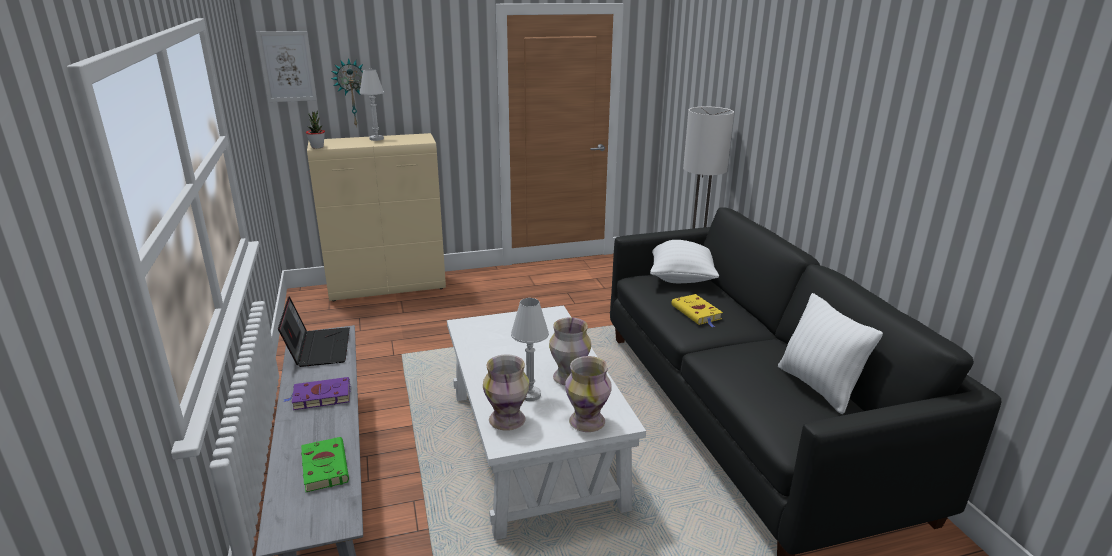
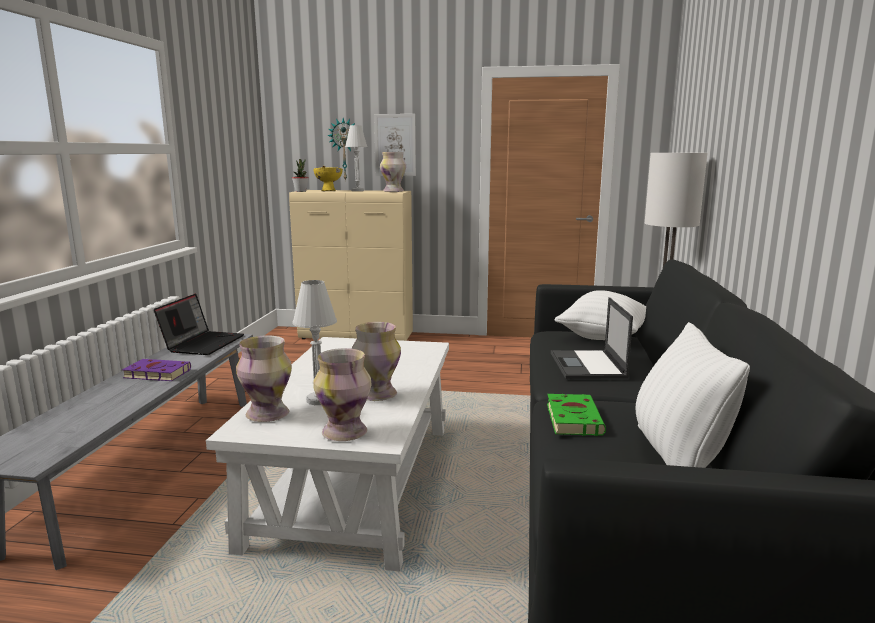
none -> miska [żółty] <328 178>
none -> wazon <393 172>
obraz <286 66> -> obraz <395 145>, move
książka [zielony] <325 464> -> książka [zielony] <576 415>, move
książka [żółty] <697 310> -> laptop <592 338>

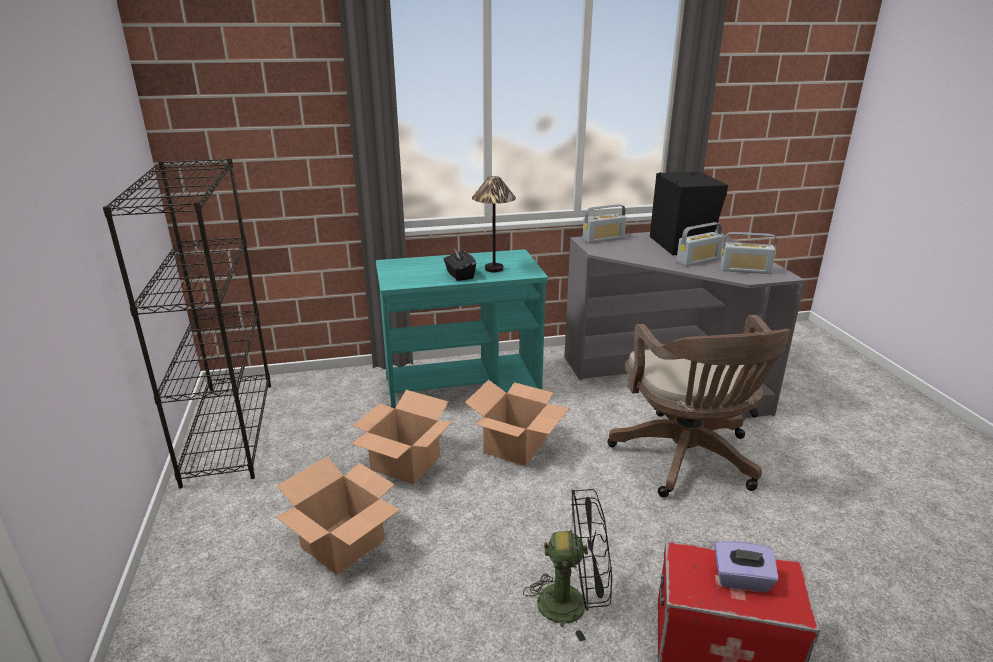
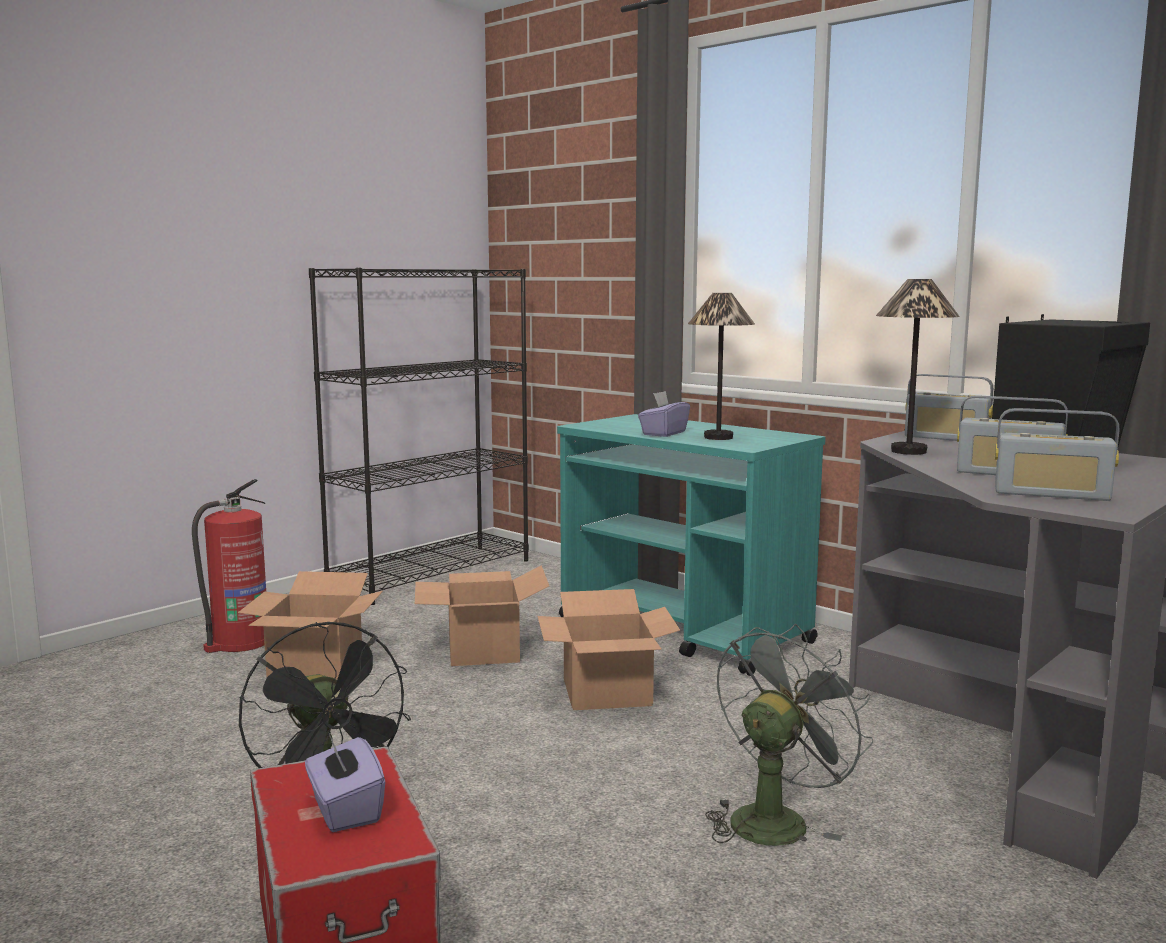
none -> gaśnica <229 566>
none -> lampa stołowa <918 367>
krzesło biurowe [brązowy] <699 406> -> wentylator [szary] <789 735>
pudełko chusteczek [czarny] <460 265> -> pudełko chusteczek [fioletowy] <664 414>
radio <748 253> -> radio <1057 454>, 45 degrees counterclockwise

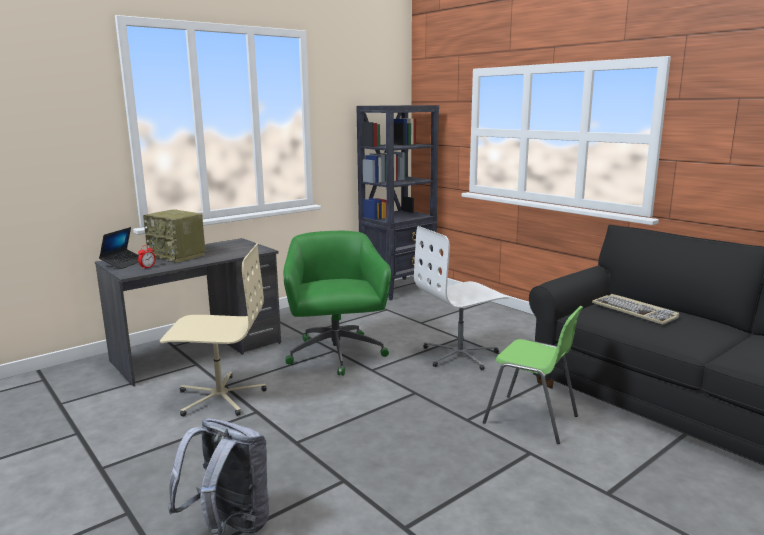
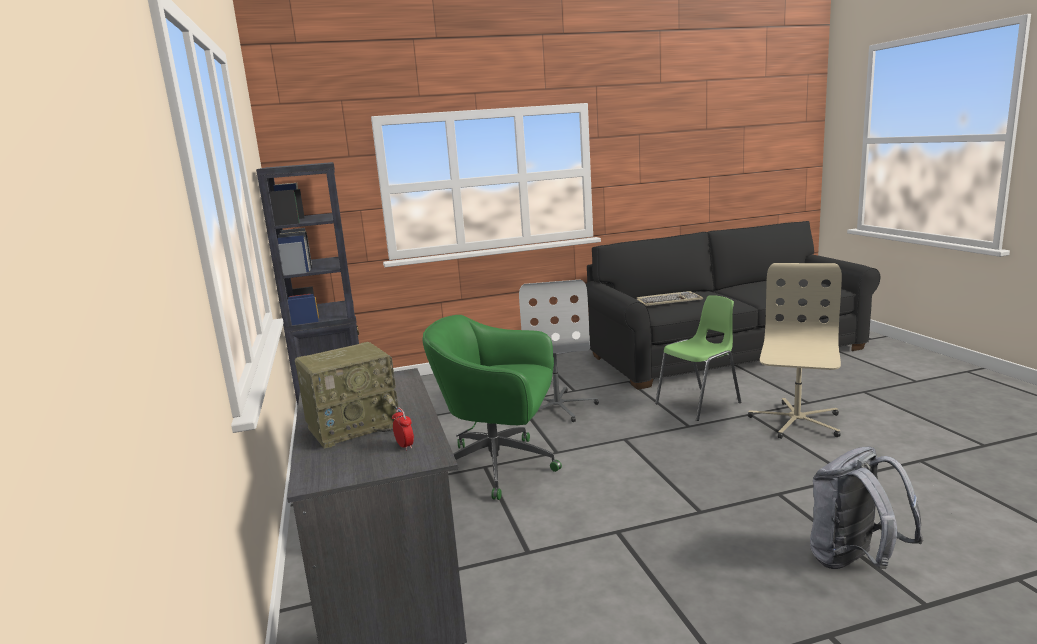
laptop <119 248> -> none
krzesło biurowe [beżowy] <213 330> -> krzesło biurowe [beżowy] <795 351>, move

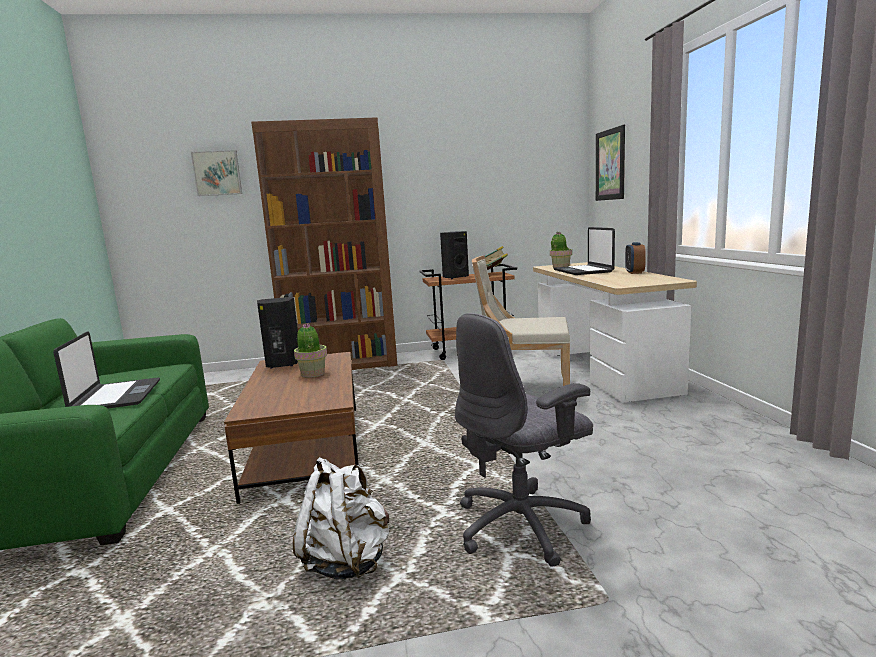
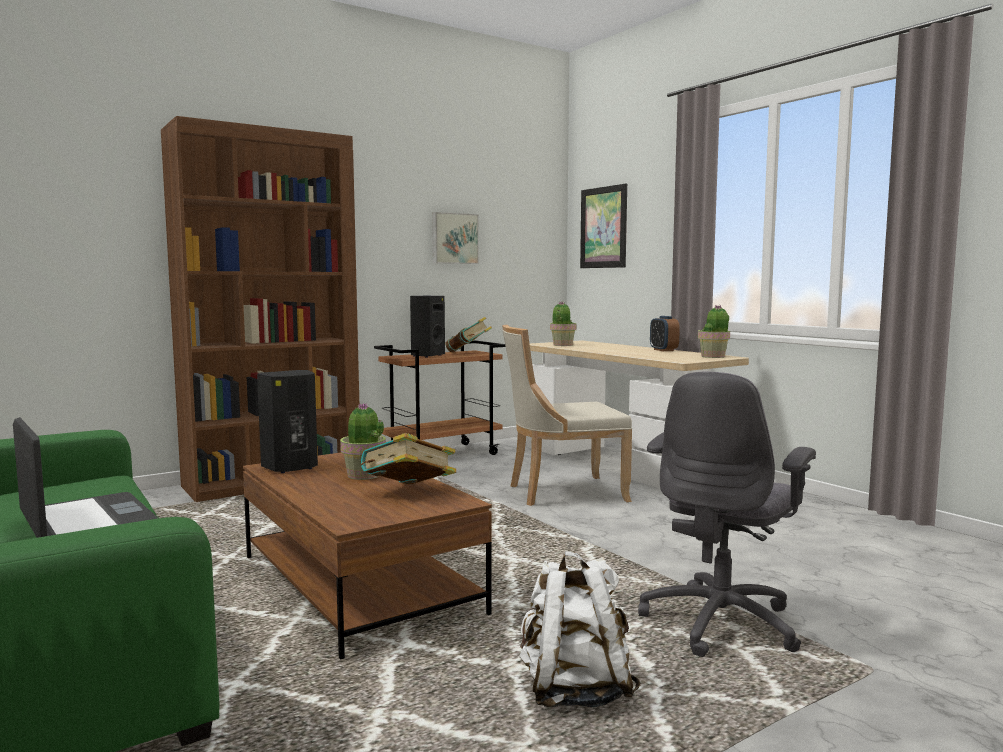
laptop <584 251> -> none
none -> książka <408 459>
none -> roślina doniczkowa <714 331>
obraz <216 173> -> obraz <455 238>, move

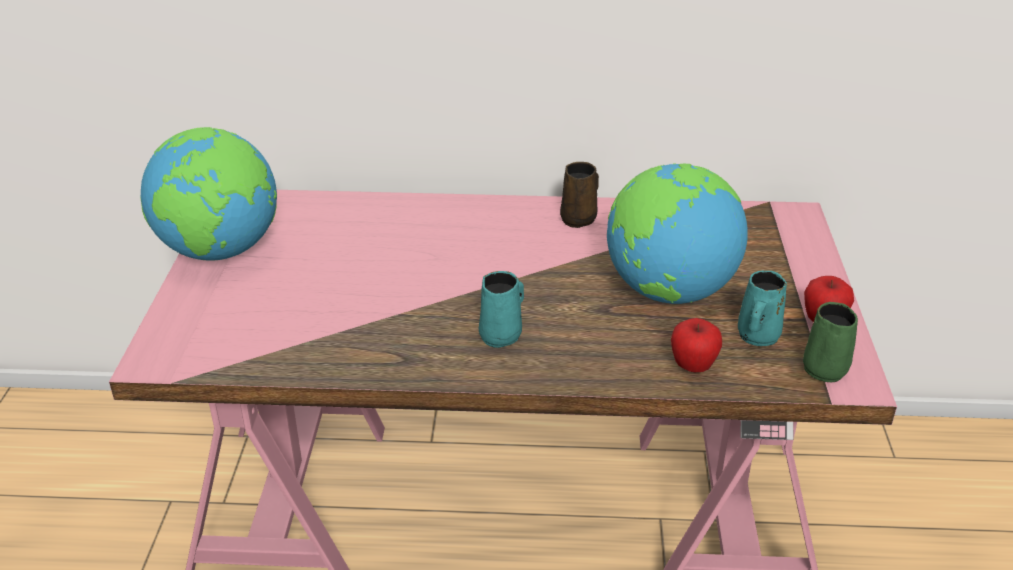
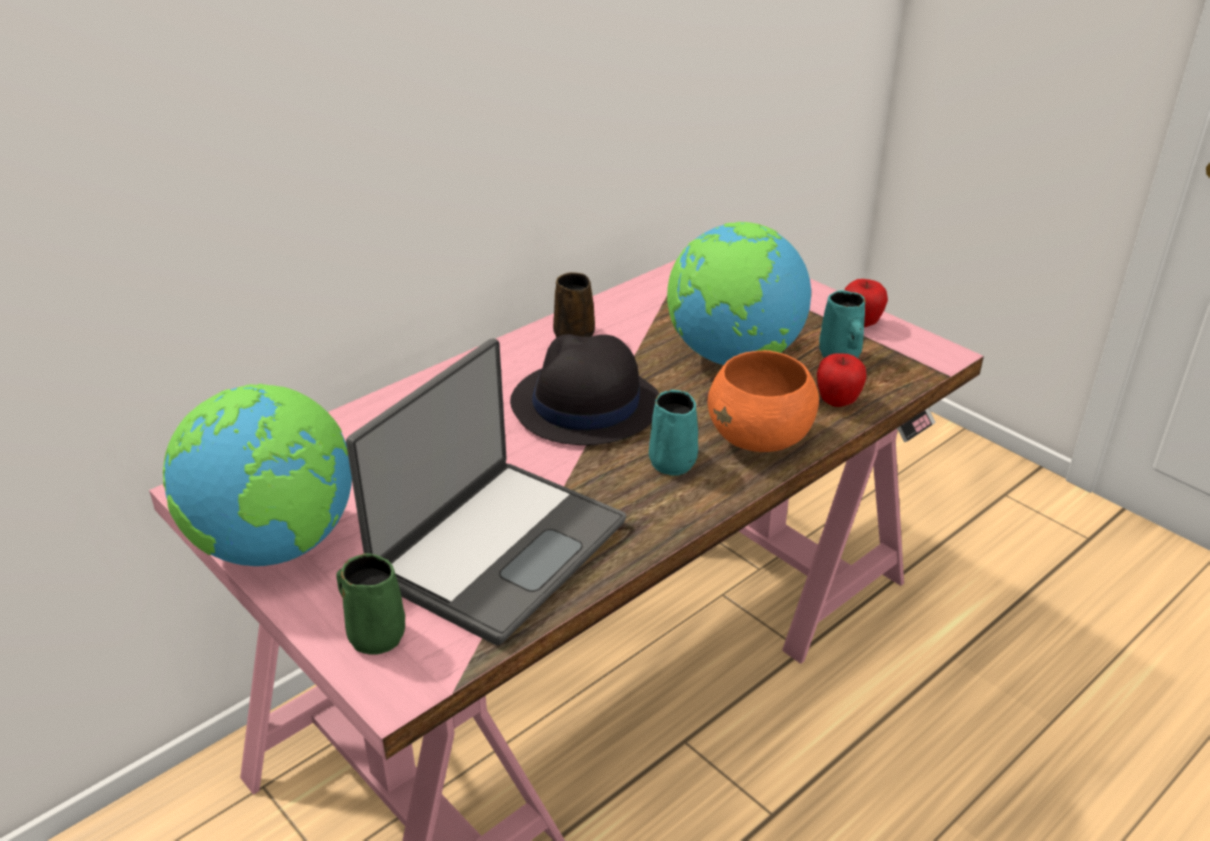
none -> laptop <486 492>
none -> kapelusz [czarny] <584 389>
none -> miska [pomarańczowy] <763 401>
kubek [zielony] <830 342> -> kubek [zielony] <370 604>, move

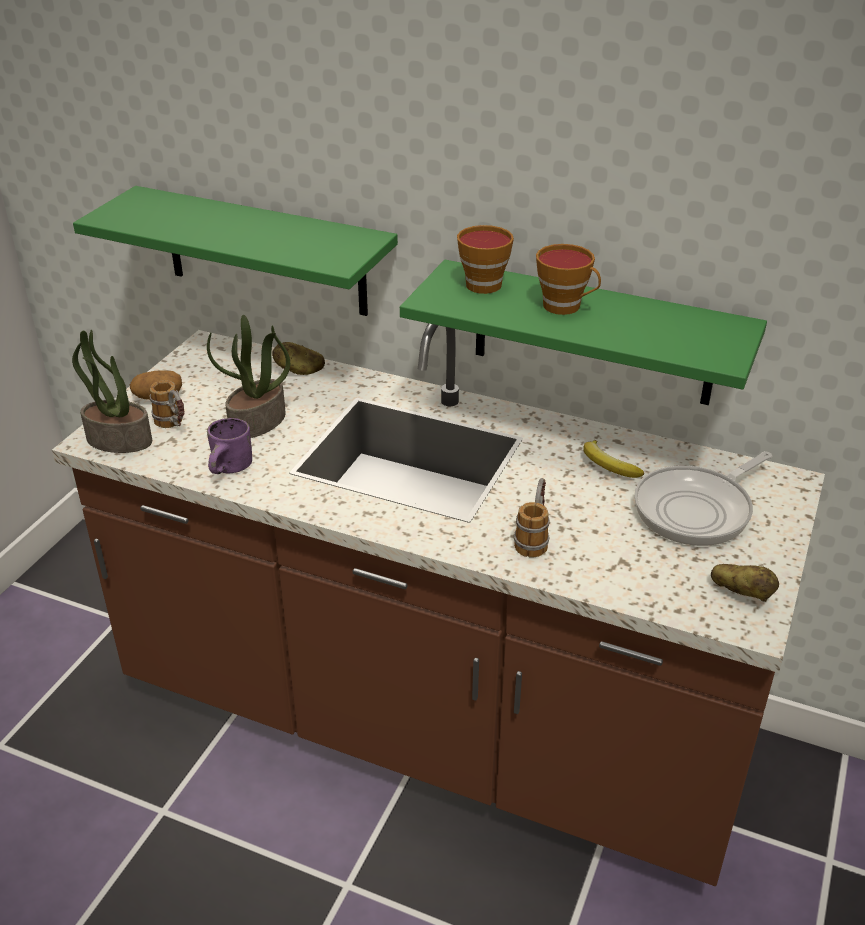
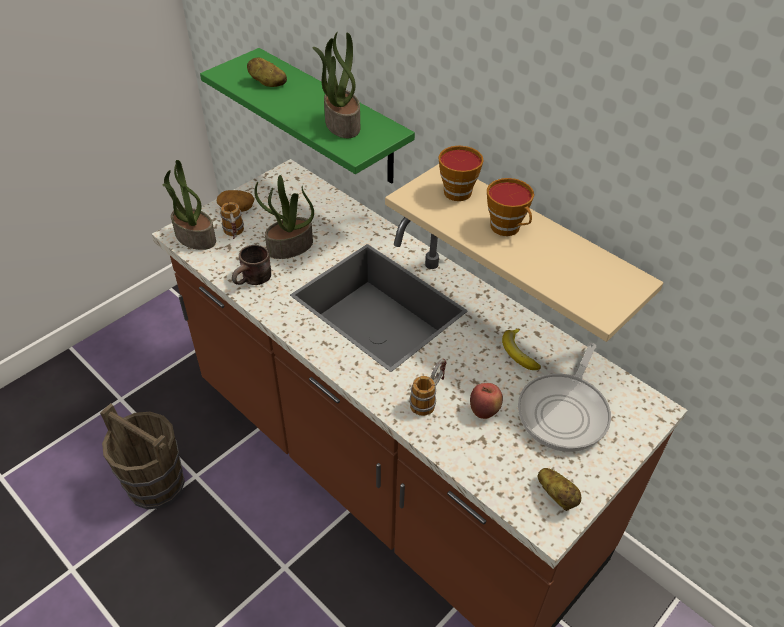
none -> wiadro [brązowy] <142 456>
none -> roślina doniczkowa <336 85>
none -> jabłko <486 401>
ziemniak <298 358> -> ziemniak <267 72>, move
kubek [fioletowy] <229 446> -> kubek [brązowy] <251 265>
półka [zielony] <583 332> -> półka [beżowy] <524 253>
patelnia <703 498> -> patelnia <564 397>, 45 degrees counterclockwise

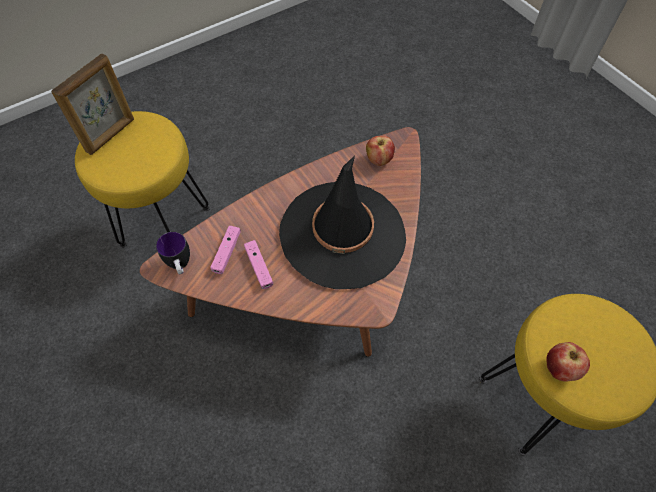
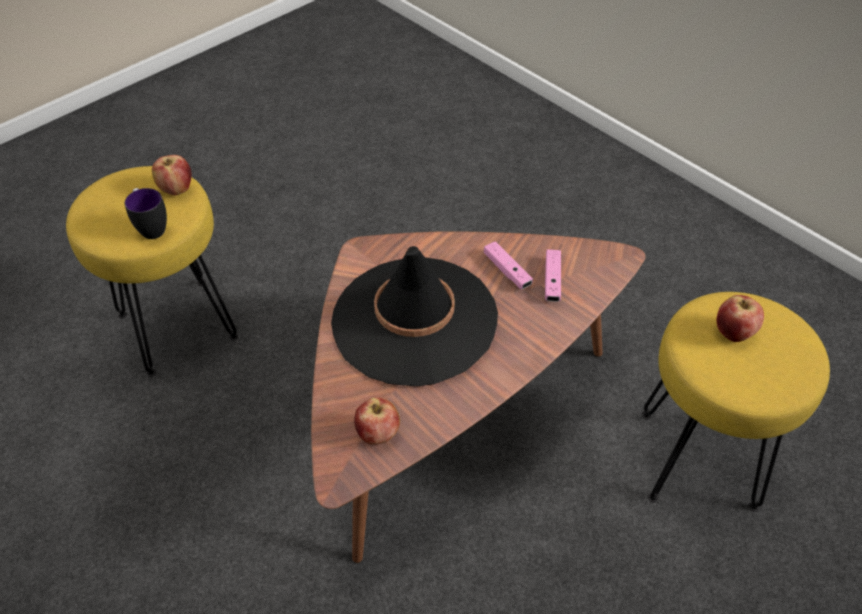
ramka na zdjęcie <92 104> -> none
none -> jabłko <740 318>
kubek <173 253> -> kubek <146 213>, move

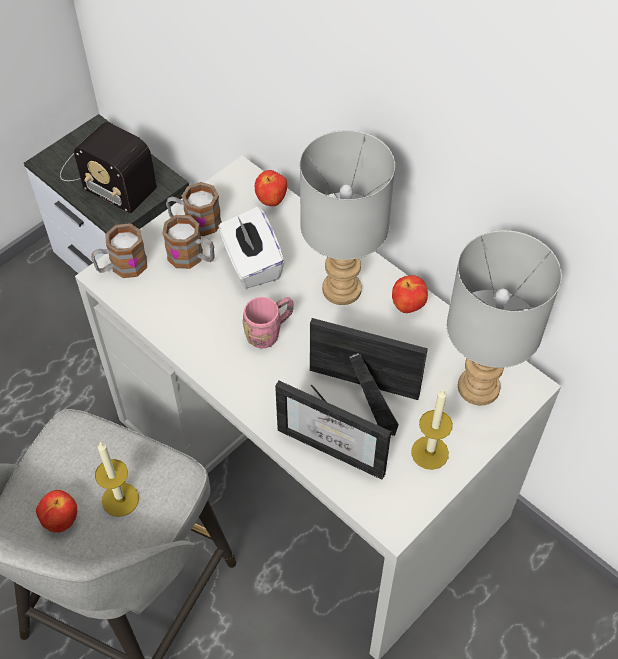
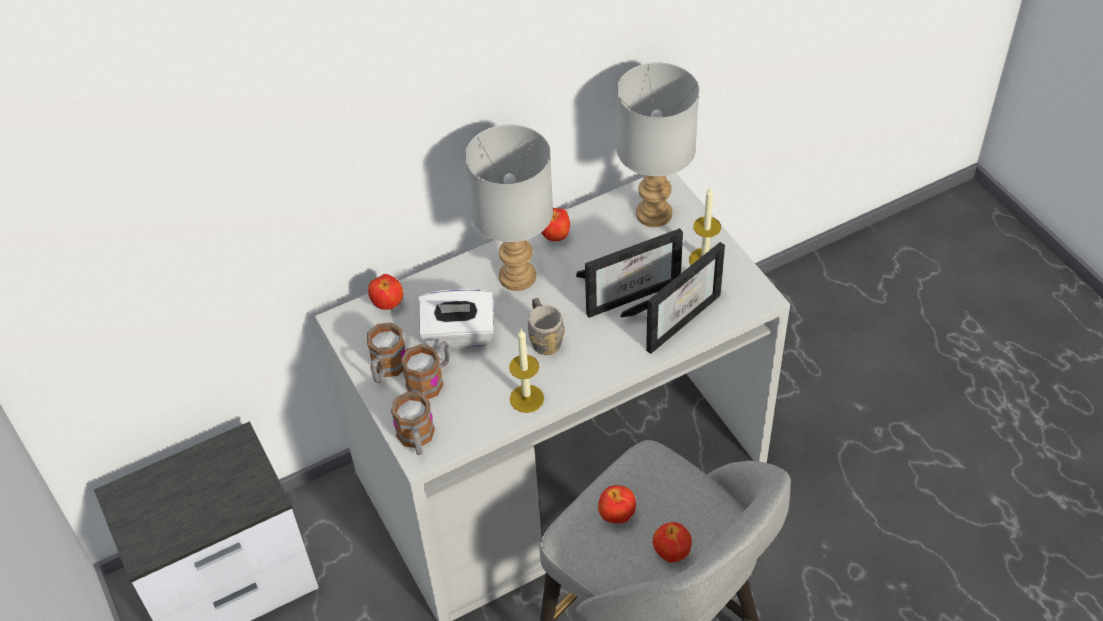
radio <108 168> -> none
none -> jabłko <617 504>
świeca <117 479> -> świeca <526 371>, move
kubek [różowy] <268 323> -> kubek [szary] <546 326>
ramka na zdjęcie <369 377> -> ramka na zdjęcie <629 273>, 150 degrees counterclockwise

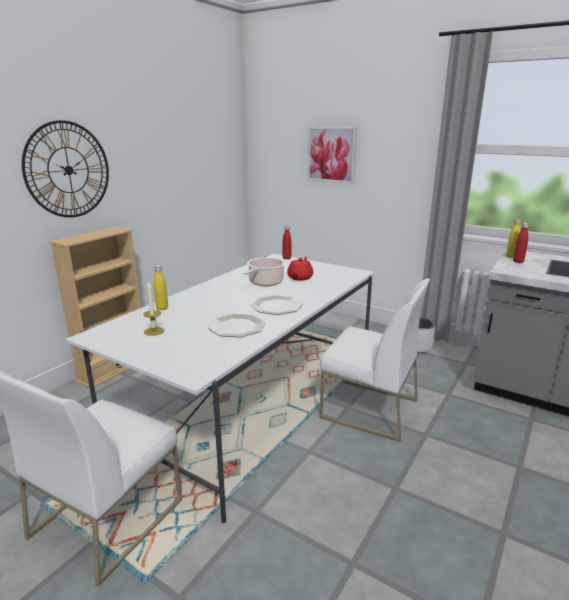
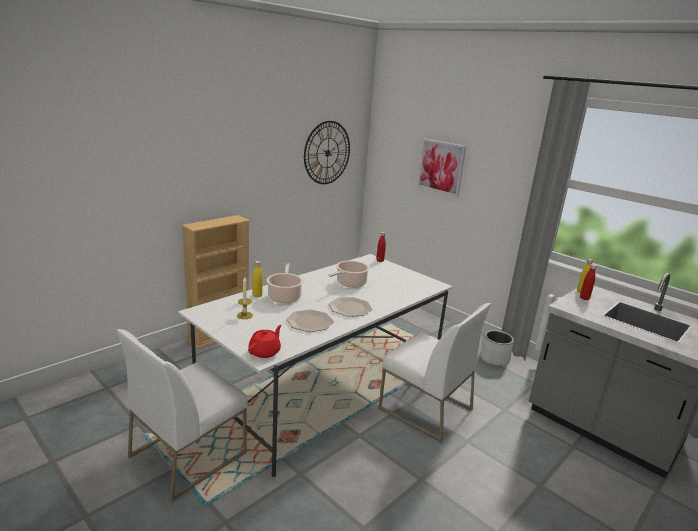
none -> garnek <285 283>
zegar ścienny <65 169> -> zegar ścienny <327 152>, move
imbryk [czerwony] <300 269> -> imbryk [czerwony] <265 341>, move

